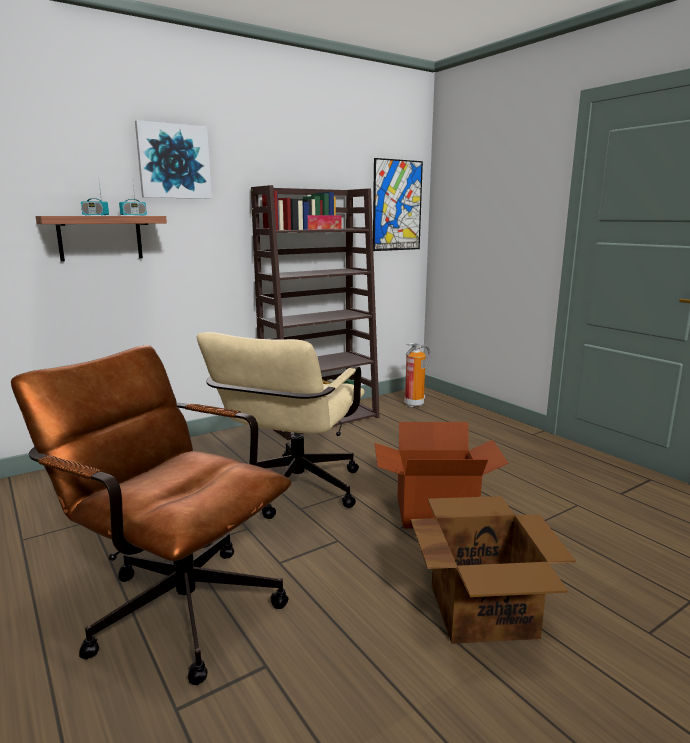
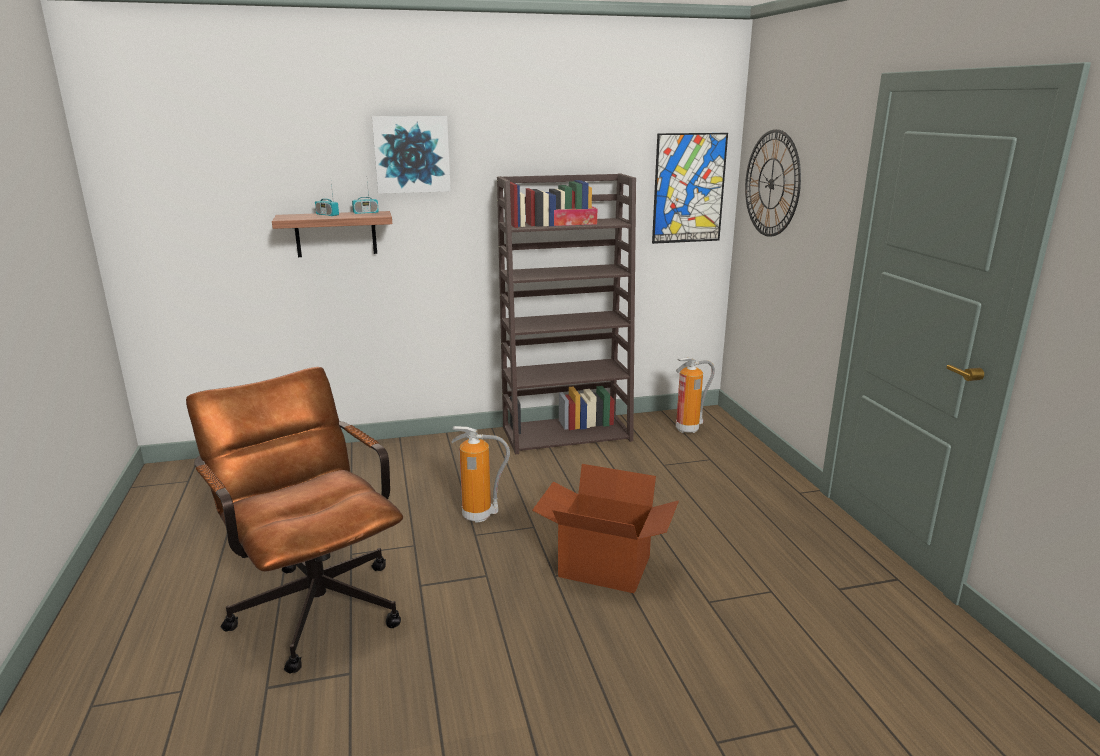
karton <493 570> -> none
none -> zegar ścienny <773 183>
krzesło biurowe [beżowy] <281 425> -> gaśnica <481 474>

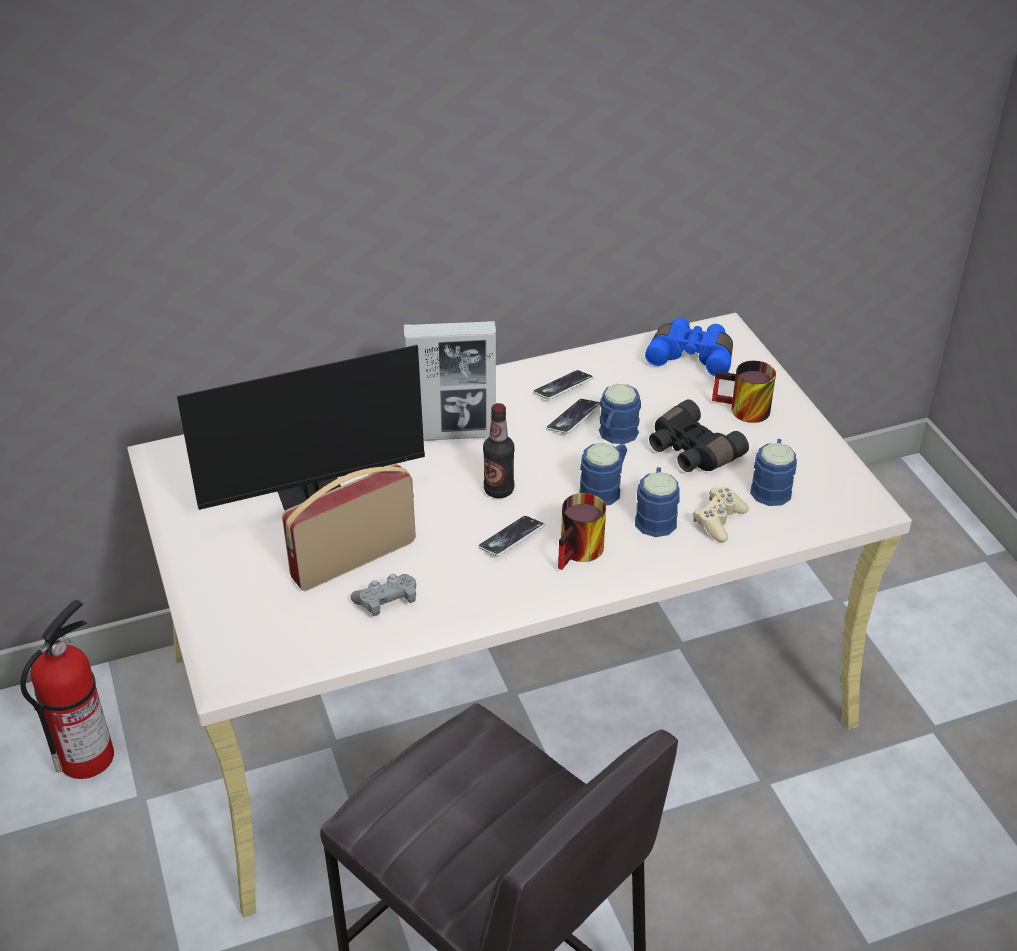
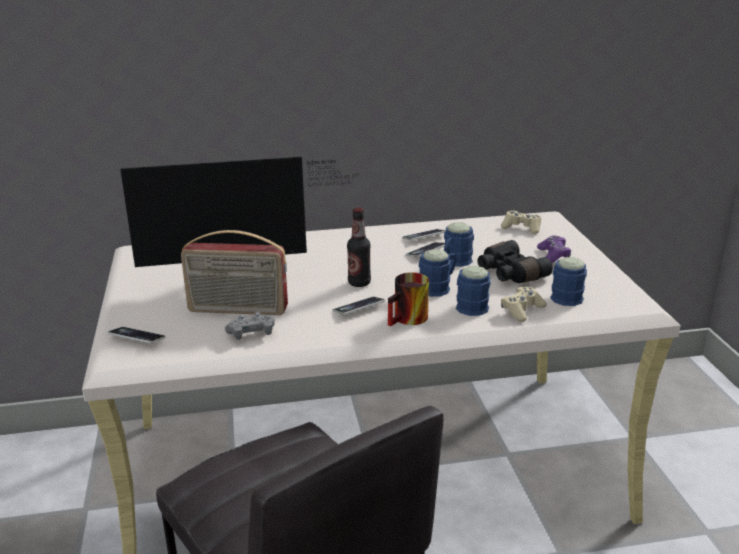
gaśnica <67 689> -> none
ramka na zdjęcie <450 381> -> none
none -> telefon <136 335>
lornetka [niebieski] <689 347> -> pad do gier [beżowy] <521 222>
kubek <744 392> -> pad do gier [fioletowy] <554 249>
radio <349 527> -> radio <234 272>, 150 degrees counterclockwise

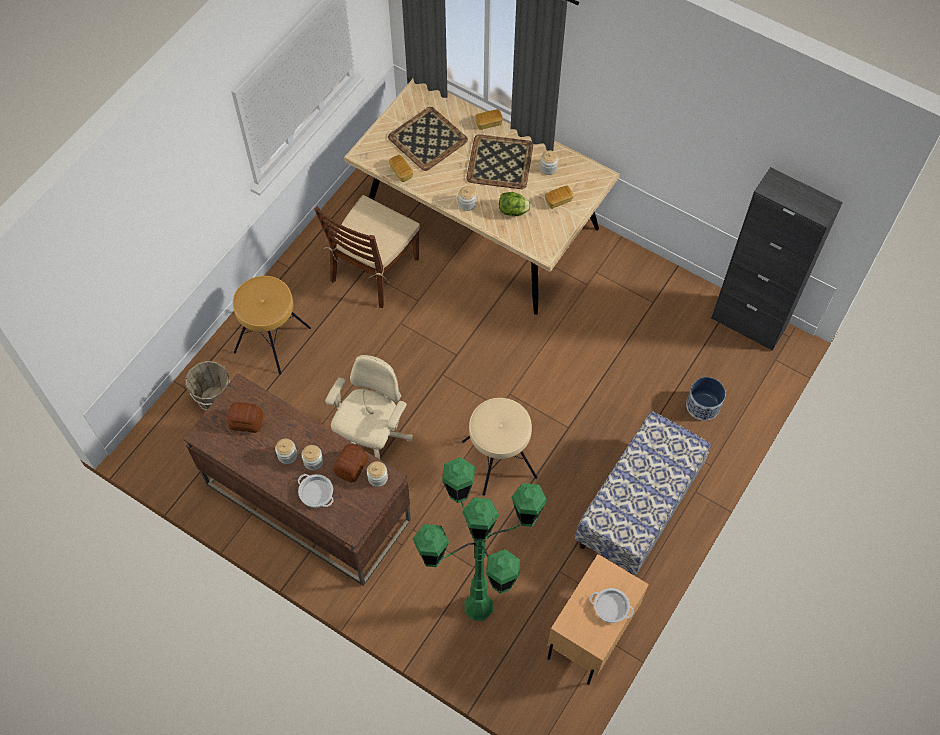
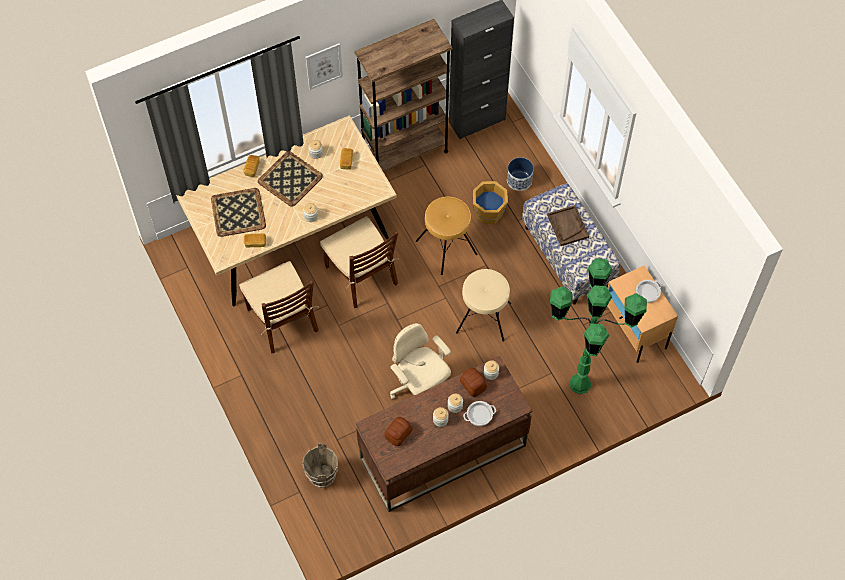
sałata <515 204> -> none
none -> obraz <324 66>
none -> krzesło [brązowy] <359 262>
none -> regał [brązowy] <403 95>
none -> wiadro [pomarańczowy] <490 202>
none -> taca [brązowy] <568 225>
stołek [brązowy] <272 325> -> stołek [brązowy] <447 236>, move

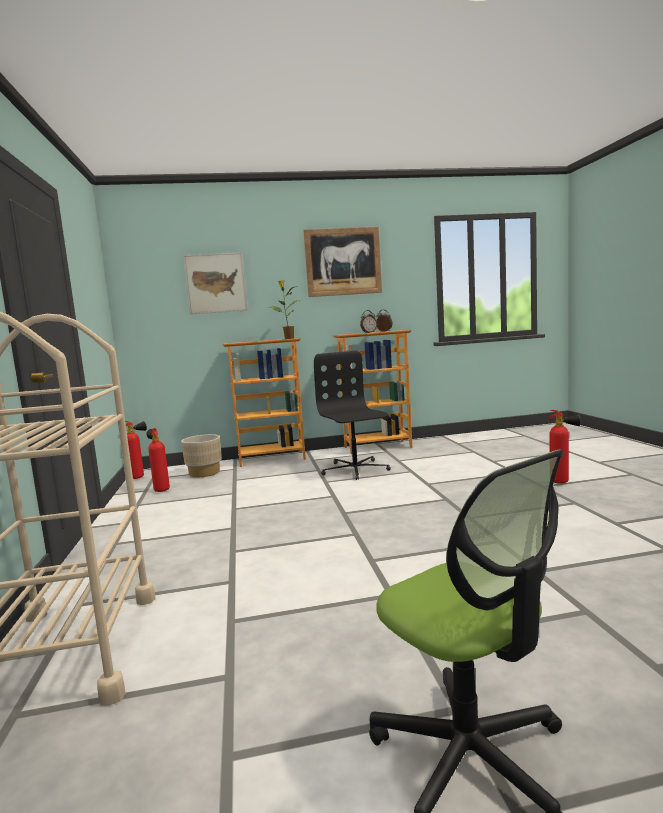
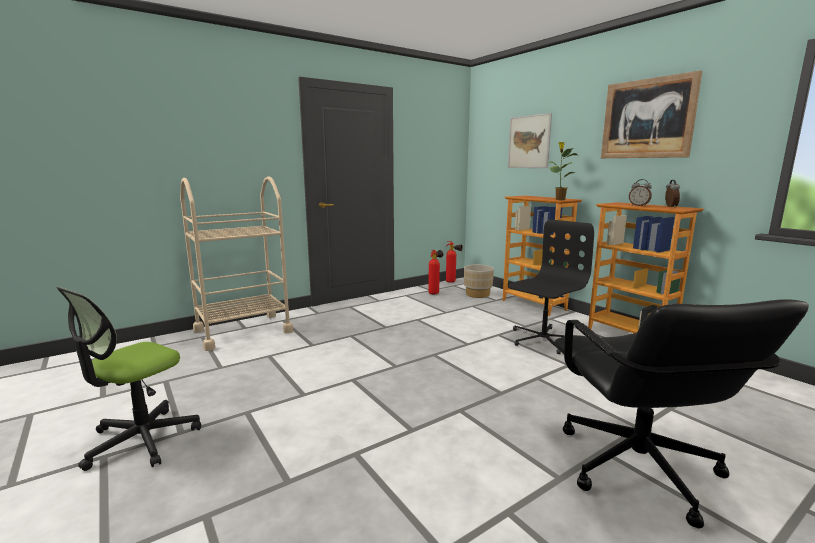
gaśnica <564 447> -> krzesło biurowe [czarny] <681 414>

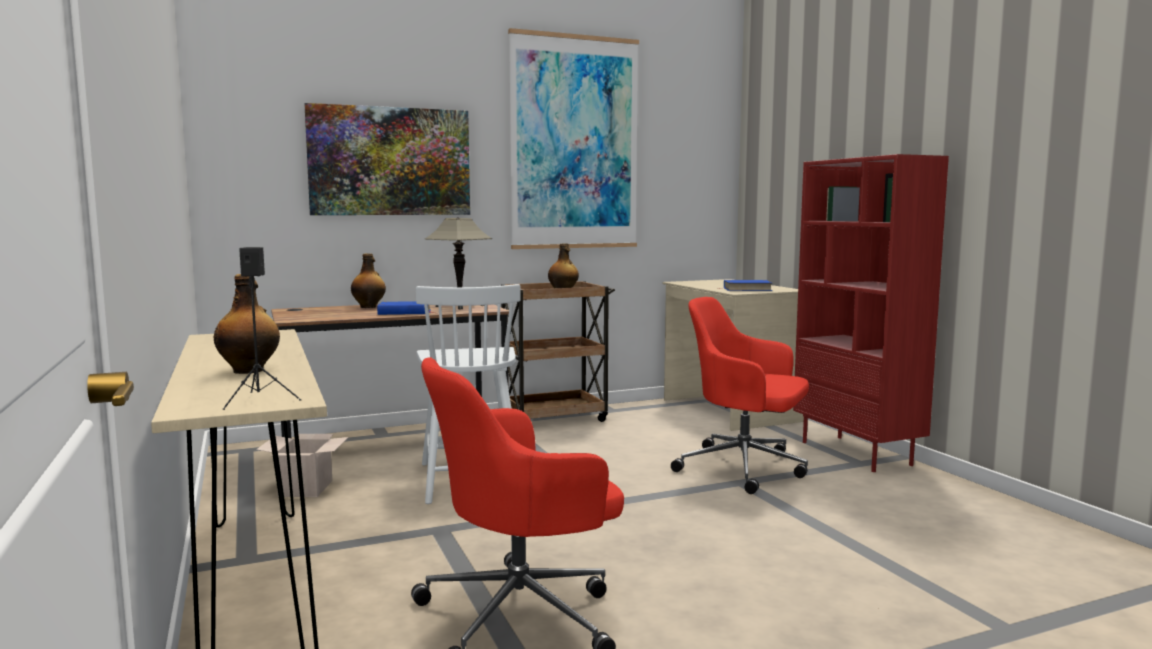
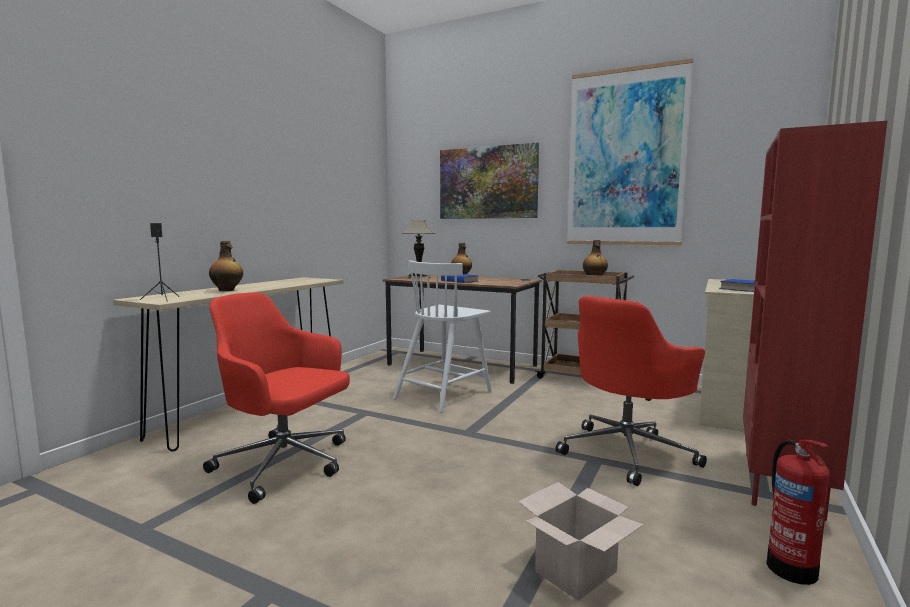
none -> gaśnica <798 512>
karton <302 465> -> karton <581 541>, move
lampa stołowa <458 263> -> lampa stołowa <418 249>, move
krzesło biurowe [czerwony] <740 395> -> krzesło biurowe [czerwony] <631 391>, 120 degrees counterclockwise

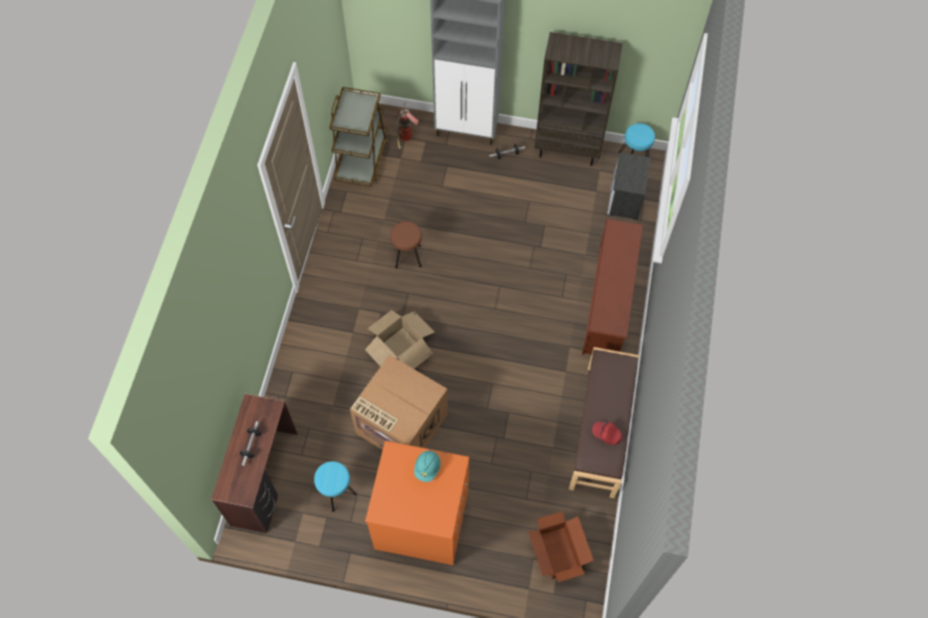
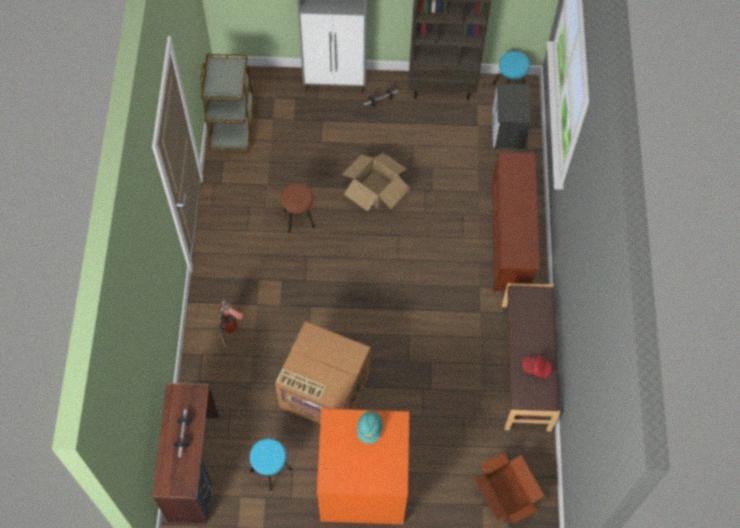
karton <399 339> -> karton <376 182>, move
gaśnica <408 126> -> gaśnica <230 323>, move

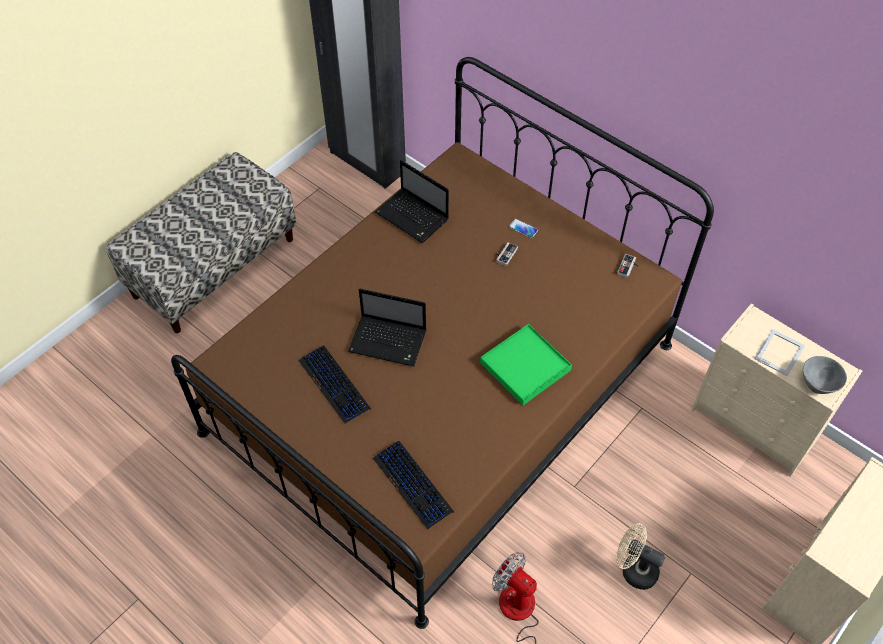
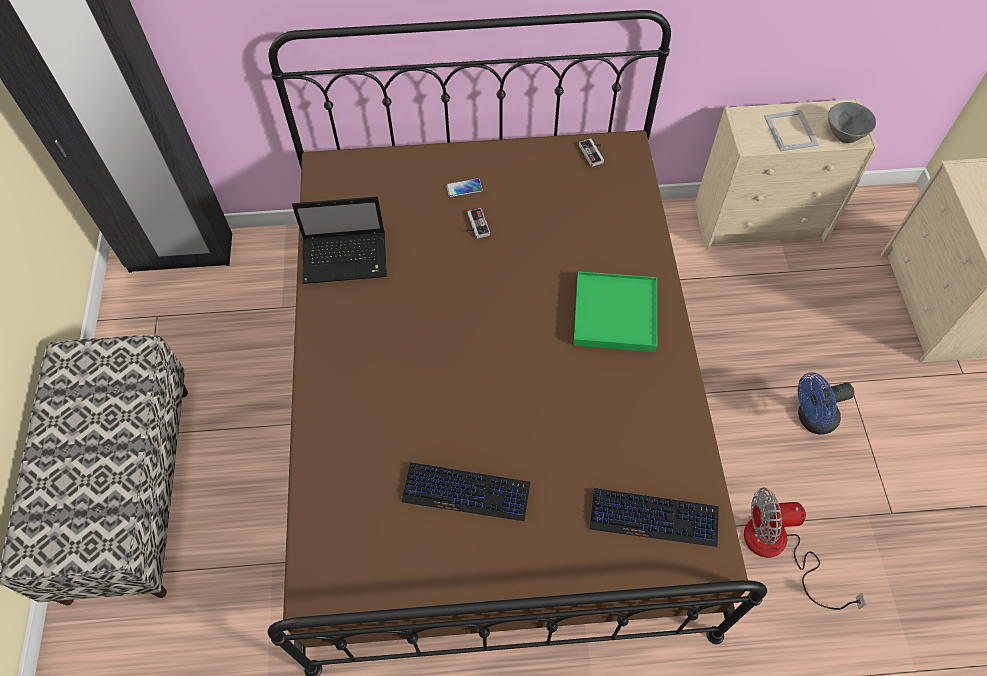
laptop <387 328> -> none
wentylator [beżowy] <641 556> -> wentylator [niebieski] <826 403>

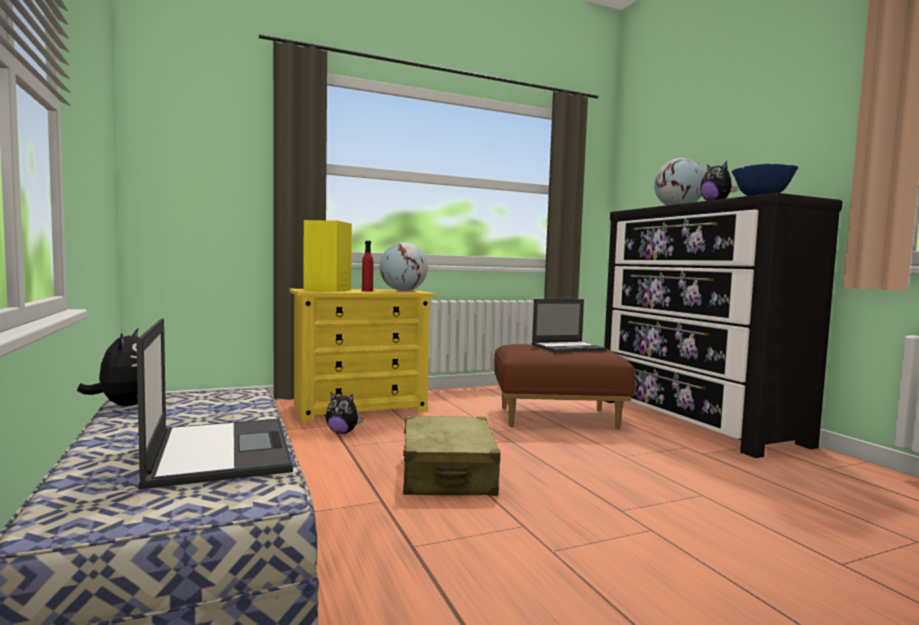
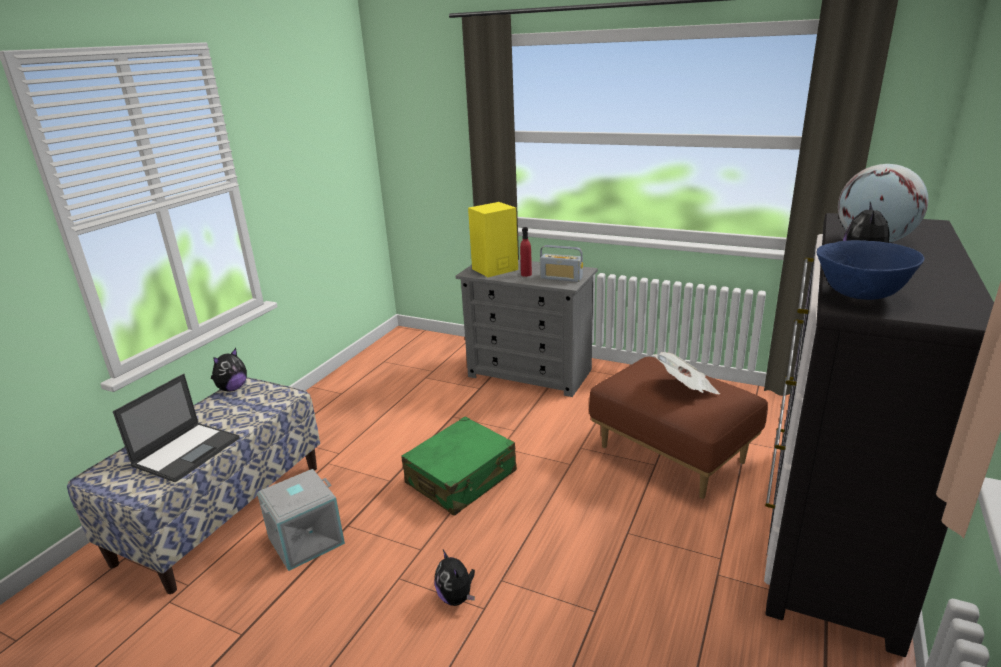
none -> pojemnik do przechowywania [szary] <301 520>
pluszak <344 413> -> pluszak <454 578>, move
globus <403 266> -> radio <561 263>
laptop <569 326> -> gazeta <687 373>
komoda [żółty] <362 355> -> komoda [szary] <527 328>
walizka [beżowy] <451 456> -> walizka [zielony] <459 466>

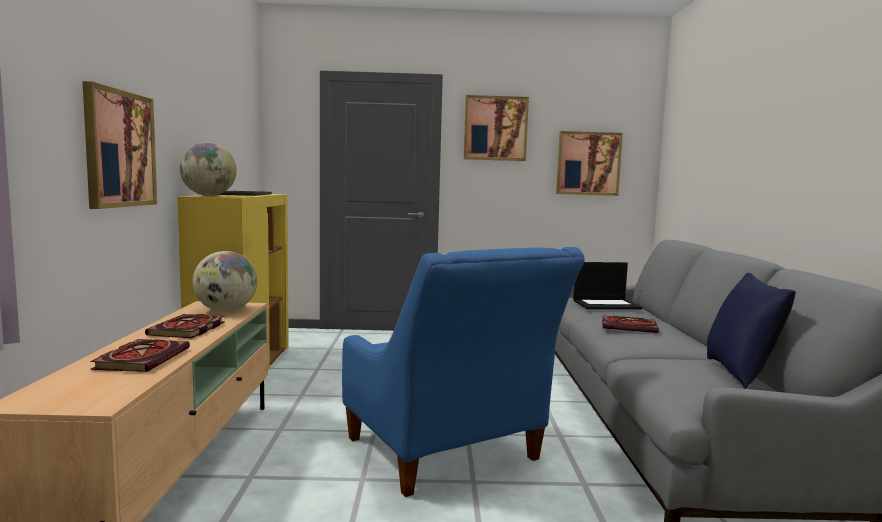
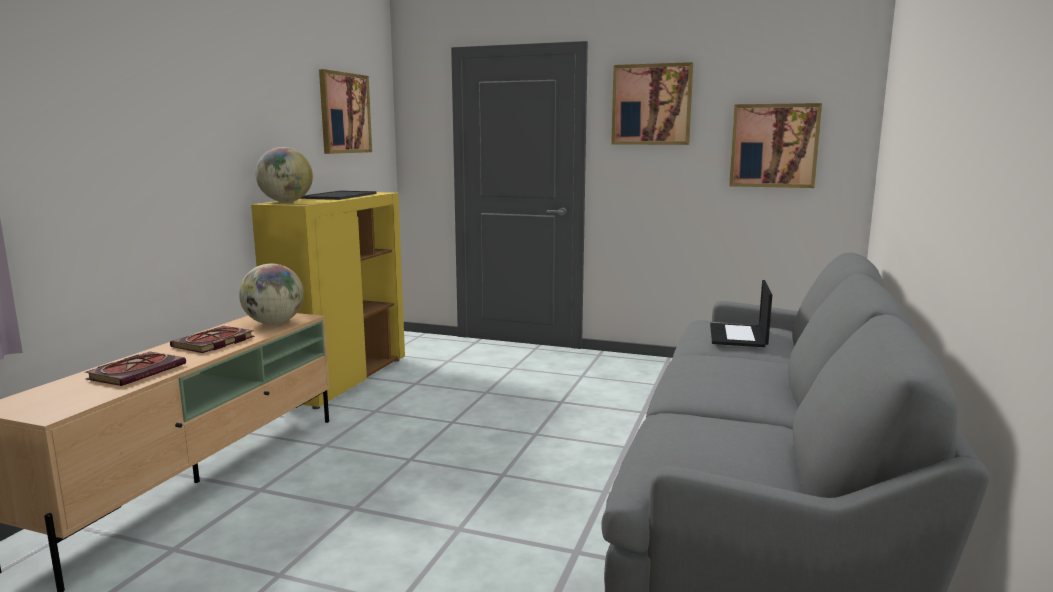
fotel [niebieski] <463 372> -> none
książka <630 324> -> none
poduszka [niebieski] <751 331> -> none
obraz <119 145> -> obraz <345 111>, move
laptop <607 286> -> laptop <741 313>, 90 degrees clockwise

